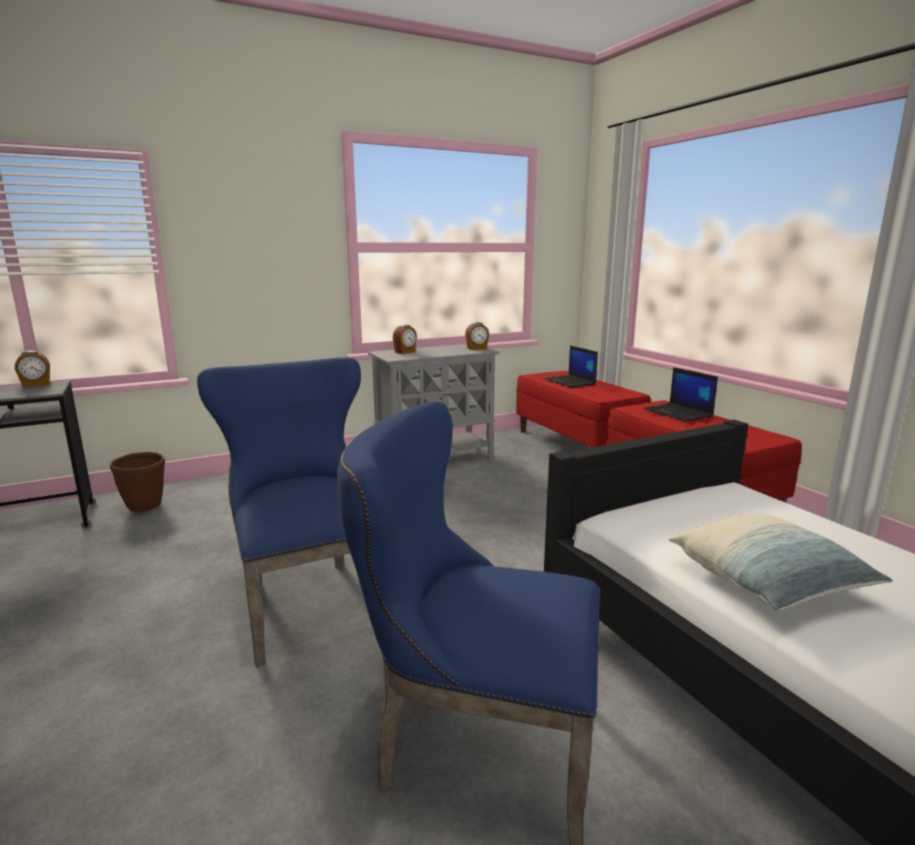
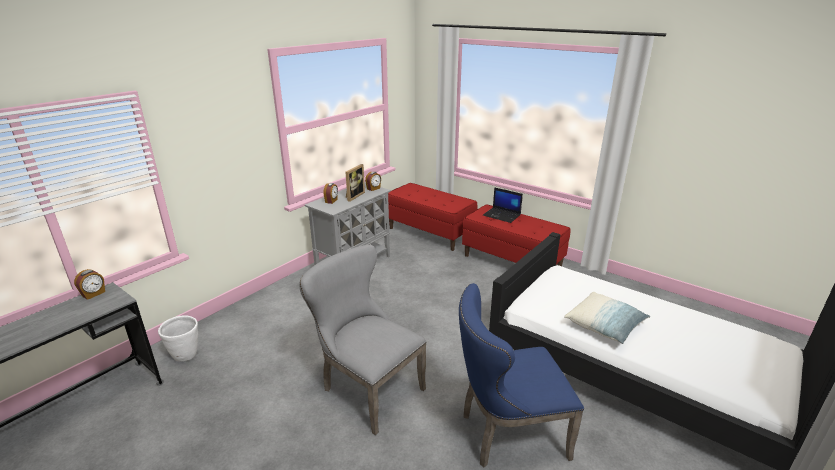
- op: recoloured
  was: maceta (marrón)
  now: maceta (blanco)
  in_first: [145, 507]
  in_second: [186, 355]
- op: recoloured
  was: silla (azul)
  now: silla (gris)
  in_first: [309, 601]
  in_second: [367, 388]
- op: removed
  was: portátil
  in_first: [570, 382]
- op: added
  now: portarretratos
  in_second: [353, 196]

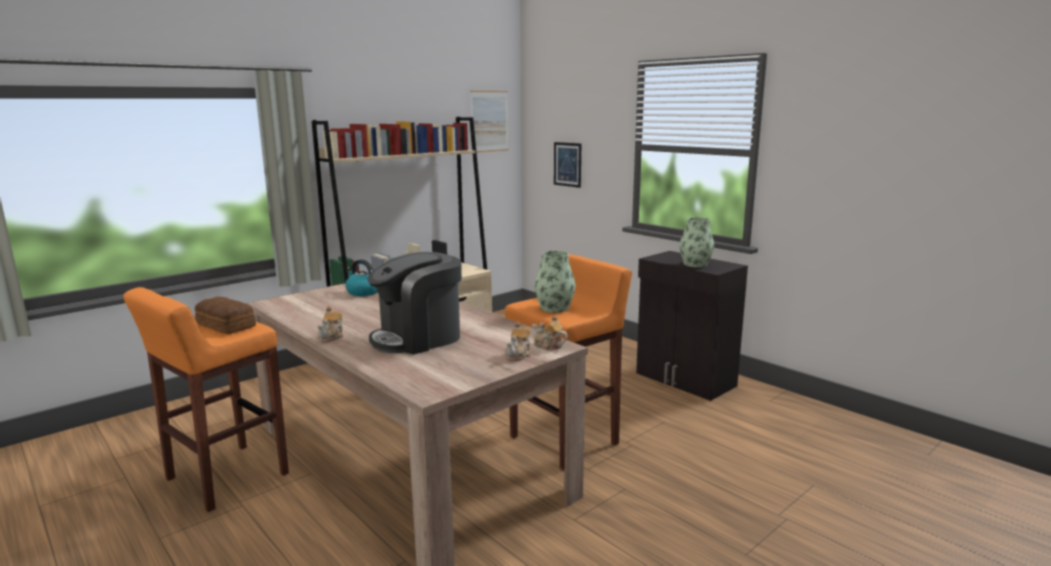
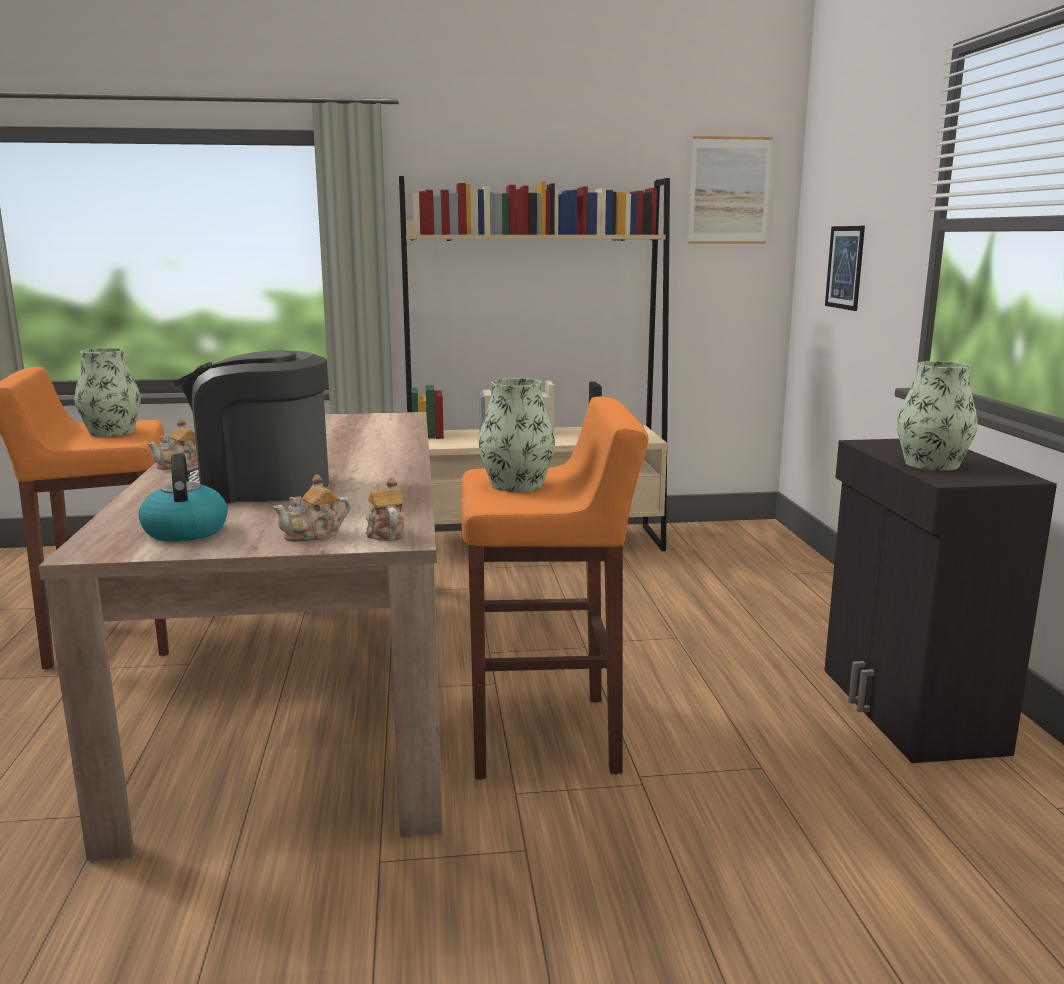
- op: replaced
  was: pan
  now: florero
  in_first: [225, 326]
  in_second: [112, 432]
- op: moved
  was: hervidor
  in_first: [363, 292]
  in_second: [185, 531]

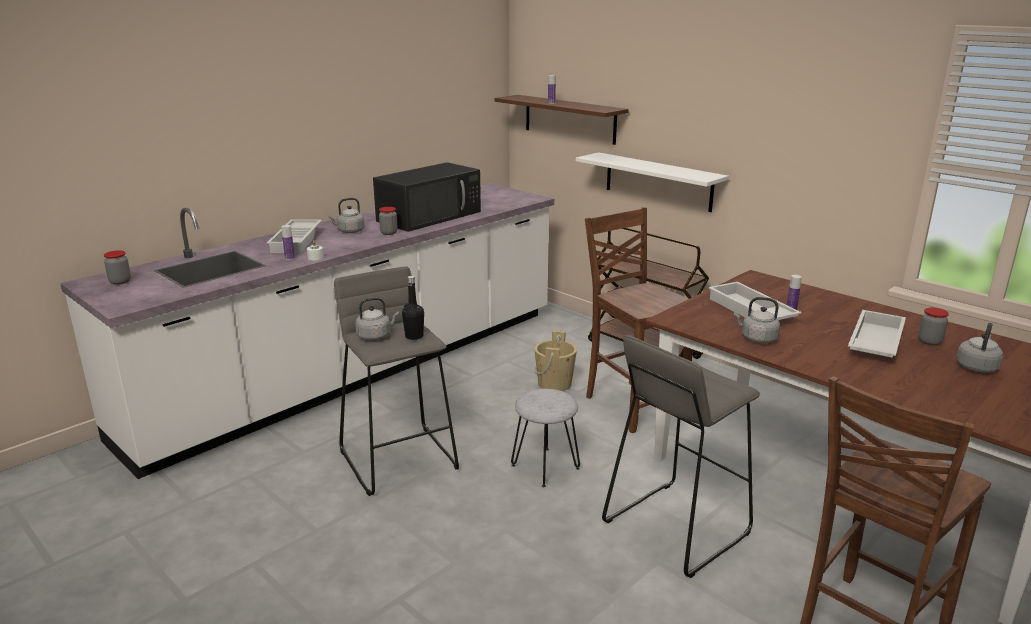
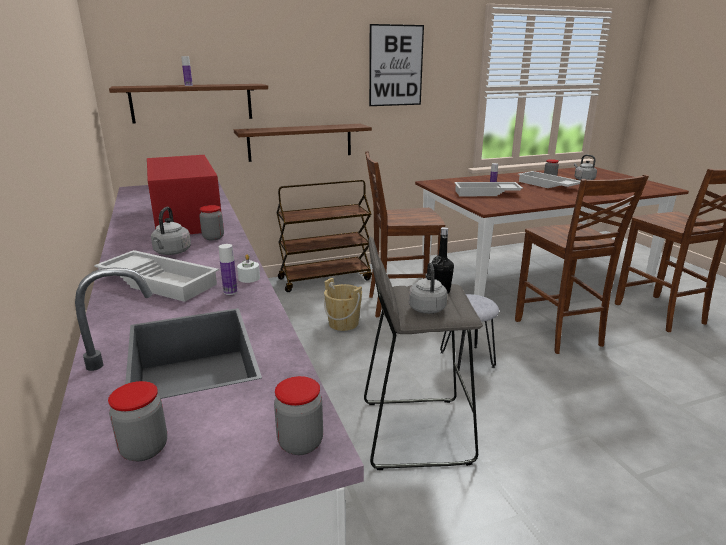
- op: recoloured
  was: microondas (negro)
  now: microondas (rojo)
  in_first: [430, 216]
  in_second: [185, 217]
- op: recoloured
  was: estante (blanco)
  now: estante (marrón)
  in_first: [658, 181]
  in_second: [300, 142]
- op: replaced
  was: taburete (gris)
  now: silla (marrón)
  in_first: [675, 527]
  in_second: [559, 333]
- op: removed
  was: hervidor (gris)
  in_first: [756, 338]
- op: added
  now: tarro
  in_second: [300, 443]
- op: added
  now: cuadro
  in_second: [396, 66]

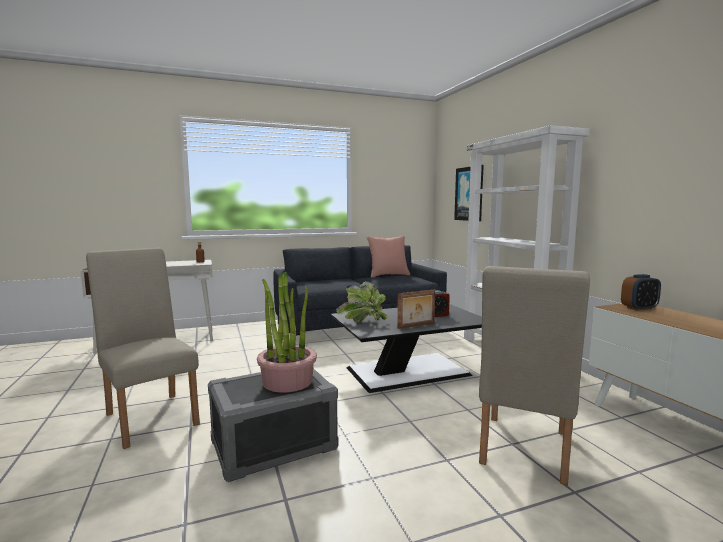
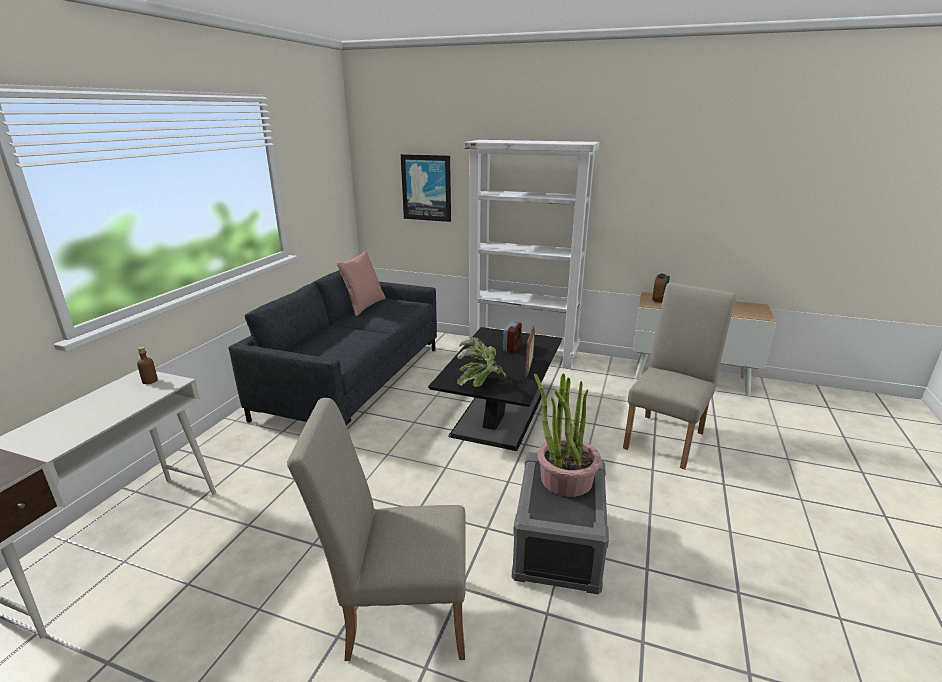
- op: turned
  was: silla (beis)
  in_first: [522, 452]
  in_second: [667, 437]
  clockwise: -120

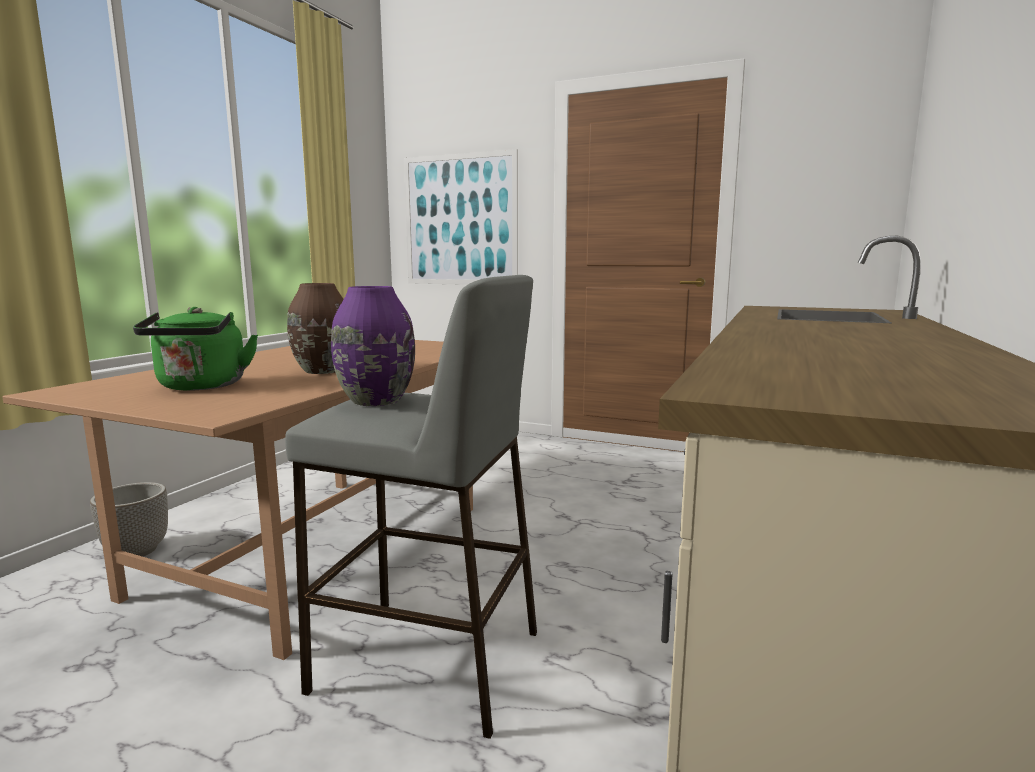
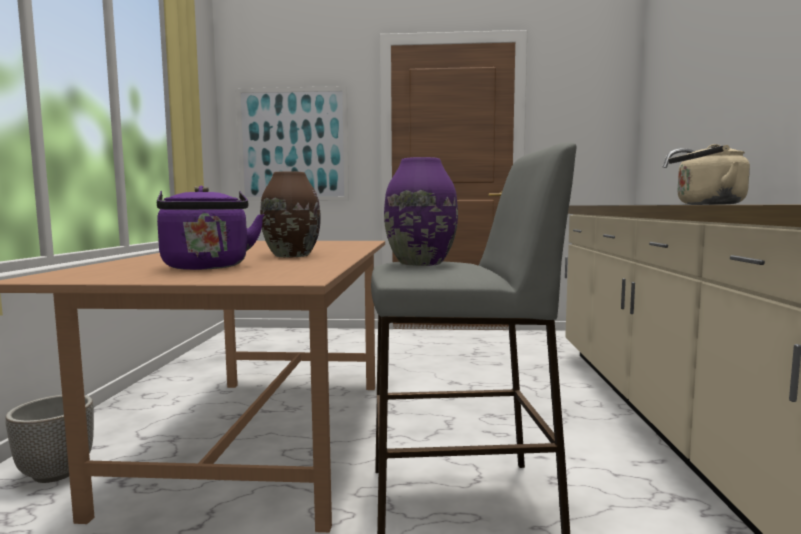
- op: recoloured
  was: hervidor (verde)
  now: hervidor (morado)
  in_first: [201, 387]
  in_second: [207, 267]
- op: added
  now: hervidor (beis)
  in_second: [706, 204]

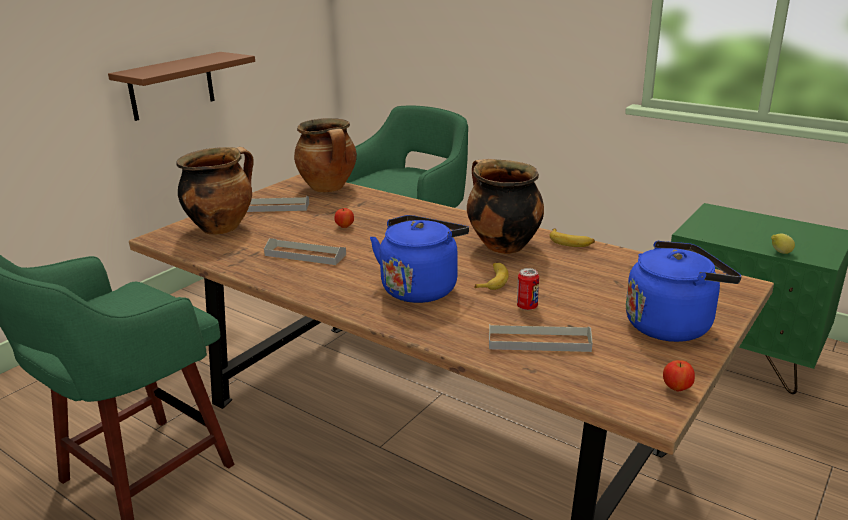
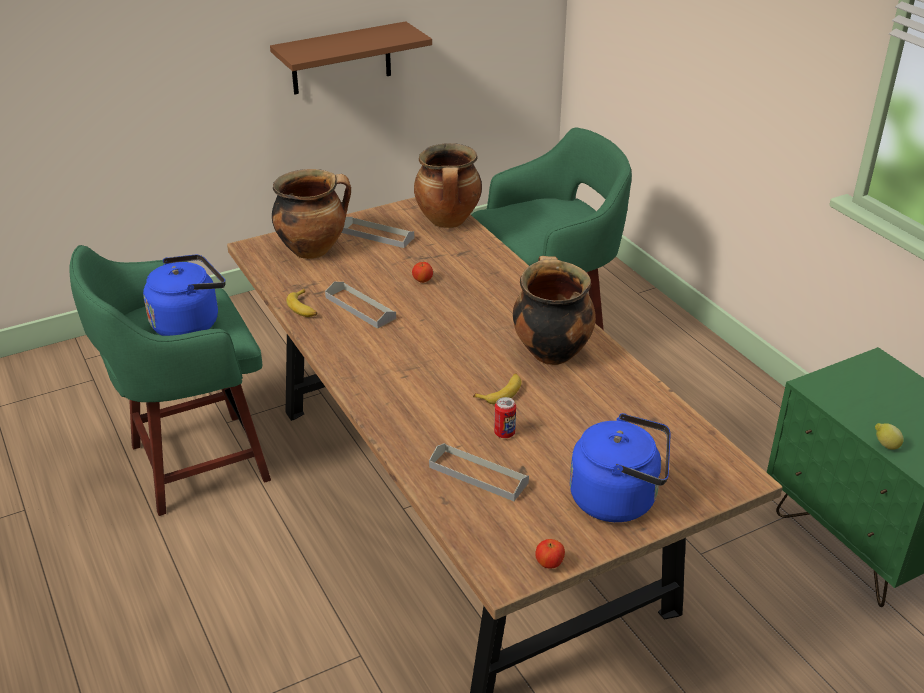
- op: moved
  was: hervidor (azul)
  in_first: [421, 287]
  in_second: [189, 323]
- op: moved
  was: plátano
  in_first: [571, 242]
  in_second: [304, 308]

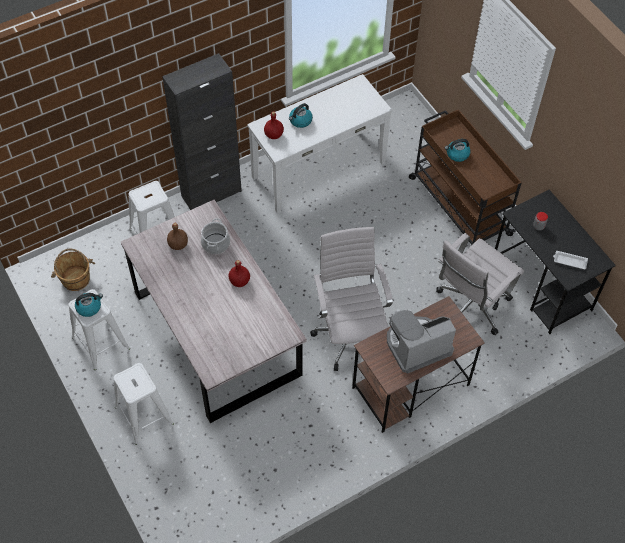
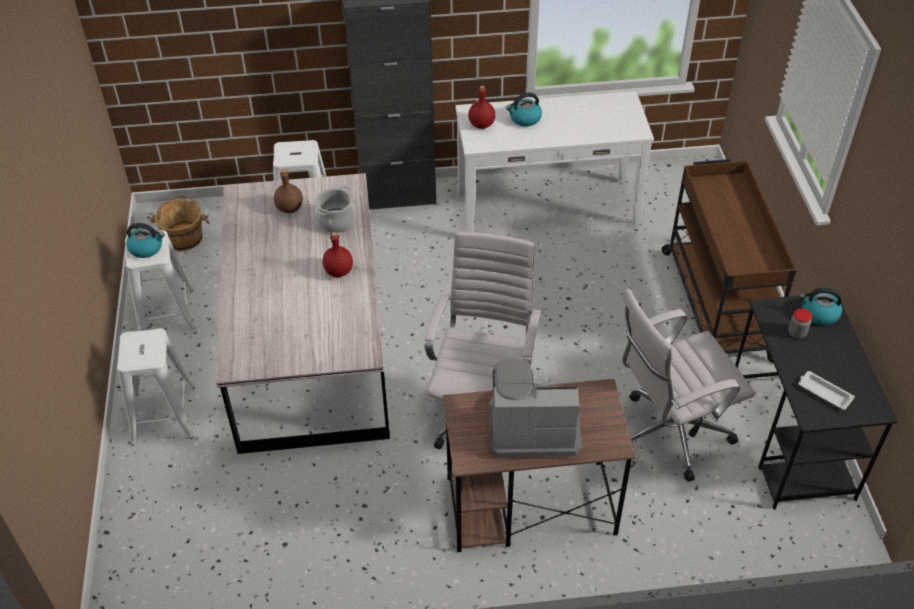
- op: moved
  was: hervidor
  in_first: [457, 154]
  in_second: [819, 314]

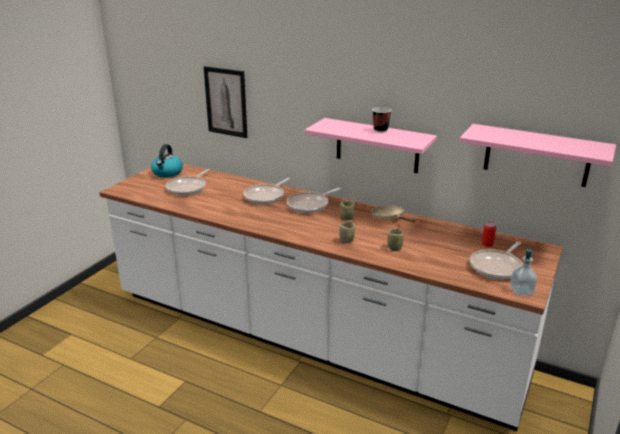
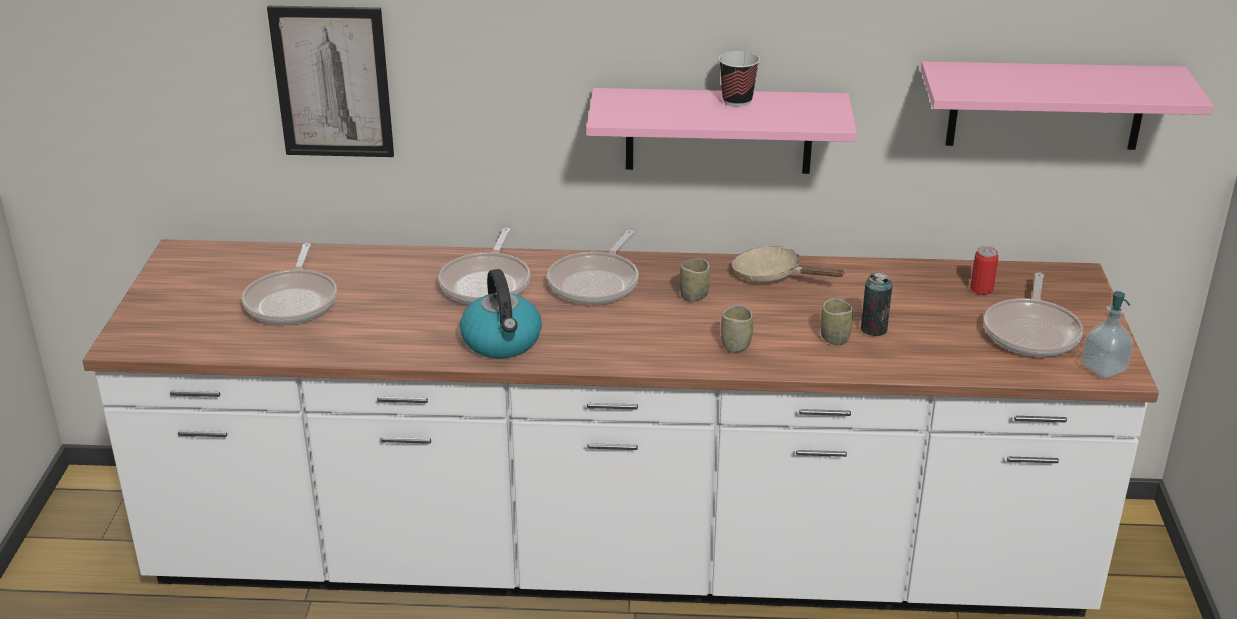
- op: moved
  was: hervidor
  in_first: [167, 173]
  in_second: [502, 342]
- op: added
  now: lata
  in_second: [873, 329]

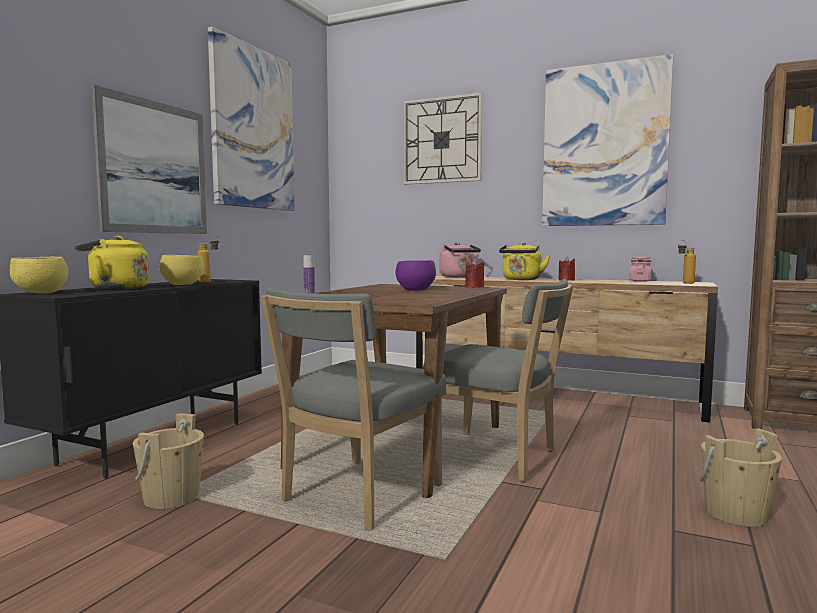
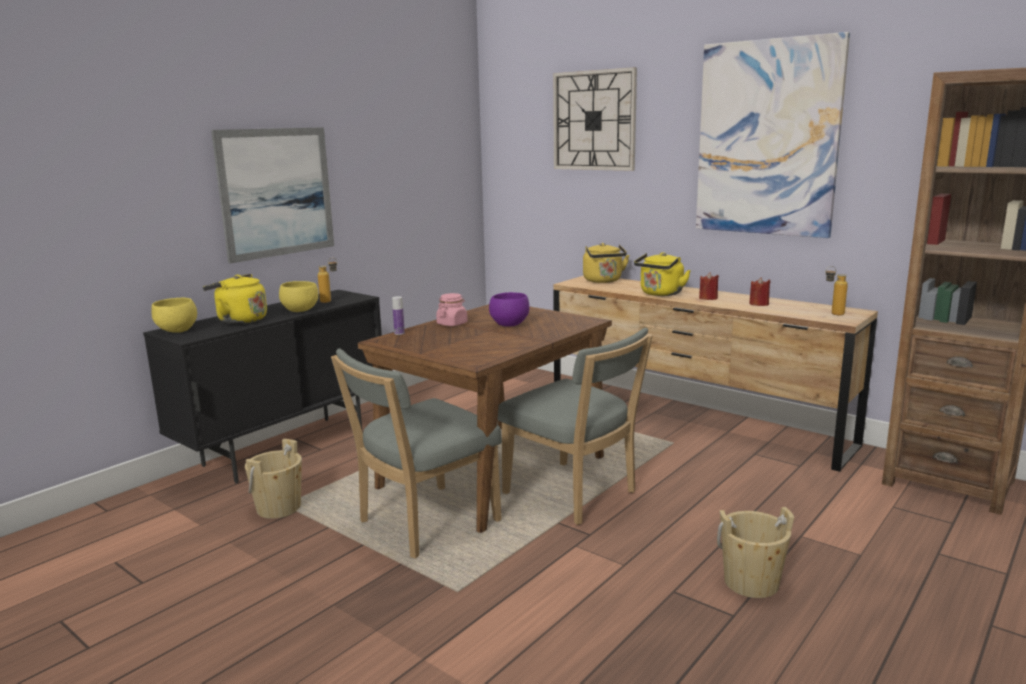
- op: removed
  was: cuadro
  in_first: [253, 128]
- op: recoloured
  was: hervidor (rosa)
  now: hervidor (amarillo)
  in_first: [458, 277]
  in_second: [603, 281]
- op: moved
  was: vela (rojo)
  in_first: [474, 287]
  in_second: [759, 304]
- op: moved
  was: tarro (rosa)
  in_first: [640, 281]
  in_second: [452, 324]

